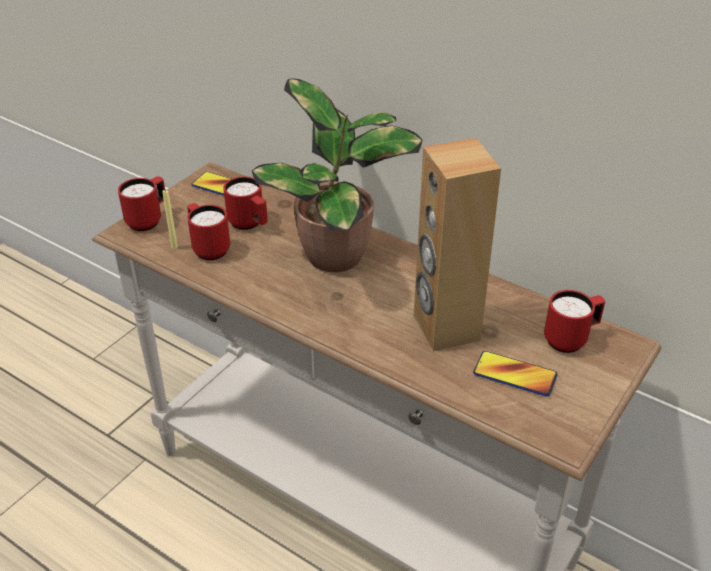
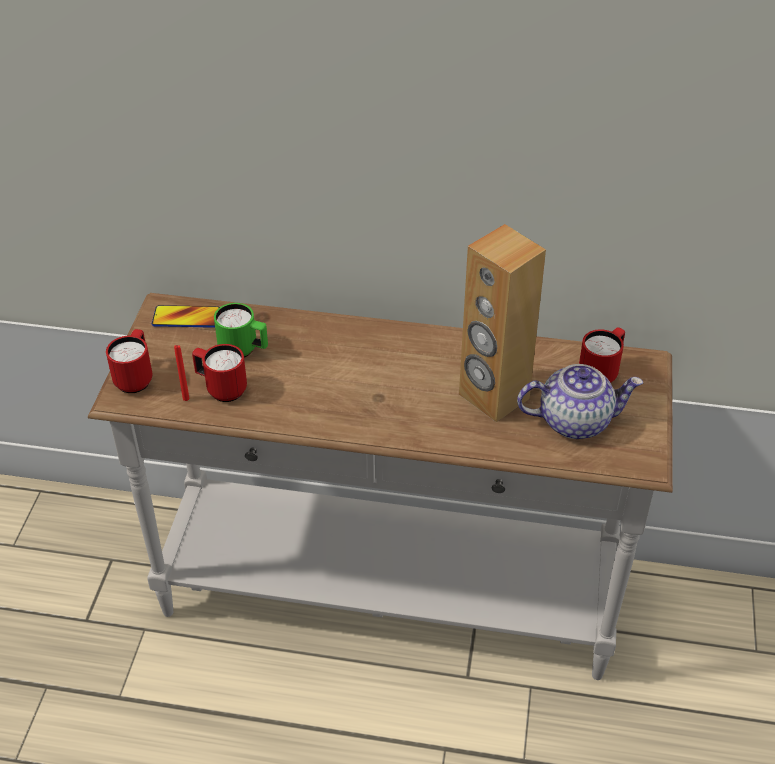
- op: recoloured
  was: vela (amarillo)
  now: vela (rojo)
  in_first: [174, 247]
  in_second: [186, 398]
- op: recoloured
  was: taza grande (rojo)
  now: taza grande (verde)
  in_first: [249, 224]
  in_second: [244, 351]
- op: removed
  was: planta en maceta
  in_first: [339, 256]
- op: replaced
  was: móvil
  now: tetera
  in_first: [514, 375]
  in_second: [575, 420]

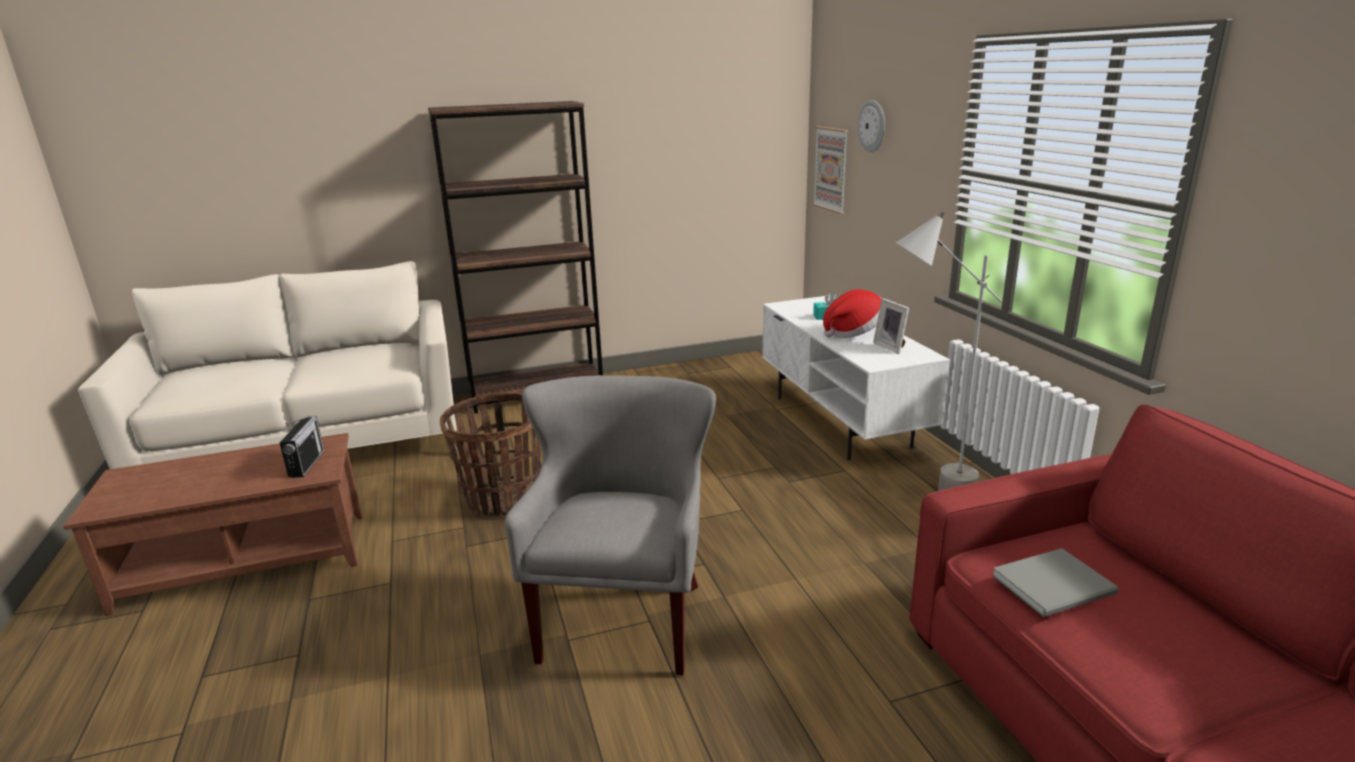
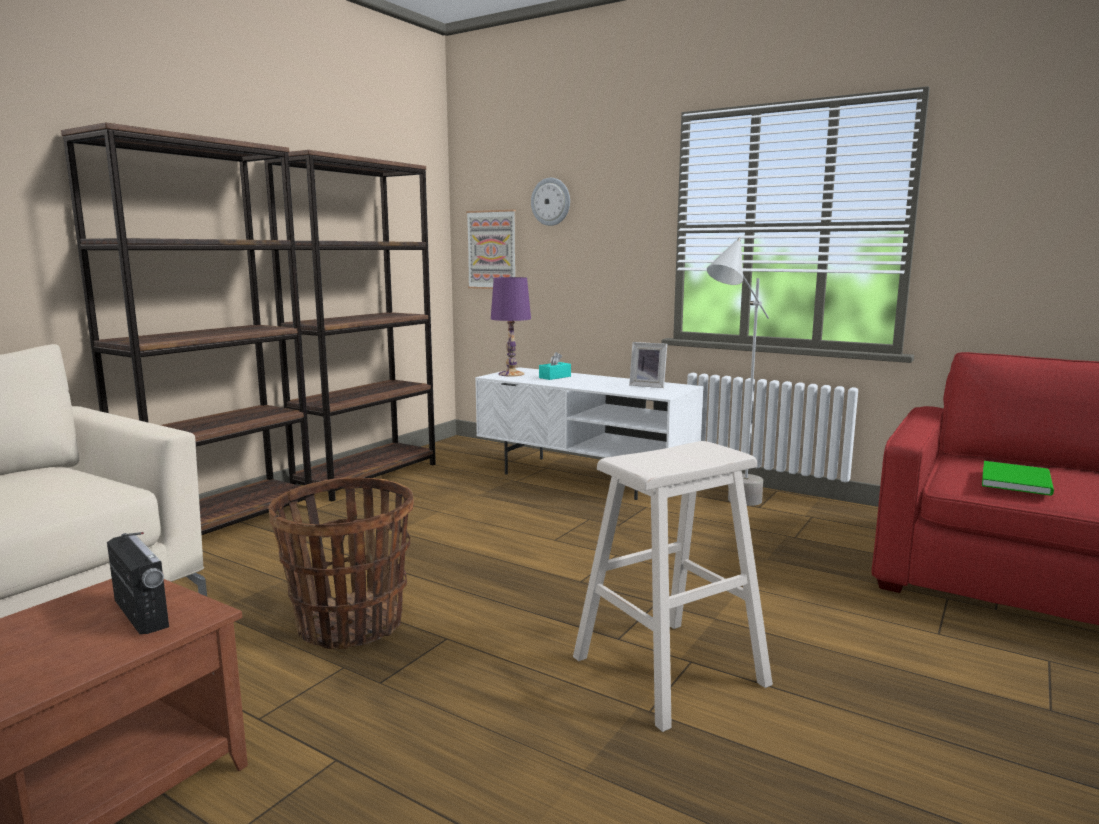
- op: replaced
  was: sillón (gris)
  now: taburete (beis)
  in_first: [625, 619]
  in_second: [669, 670]
- op: removed
  was: sombrero
  in_first: [854, 332]
- op: recoloured
  was: libro (gris)
  now: libro (verde)
  in_first: [1057, 585]
  in_second: [1018, 480]
- op: added
  now: estantería (marrón)
  in_second: [367, 476]
- op: added
  now: lámpara de mesa (morado)
  in_second: [511, 374]

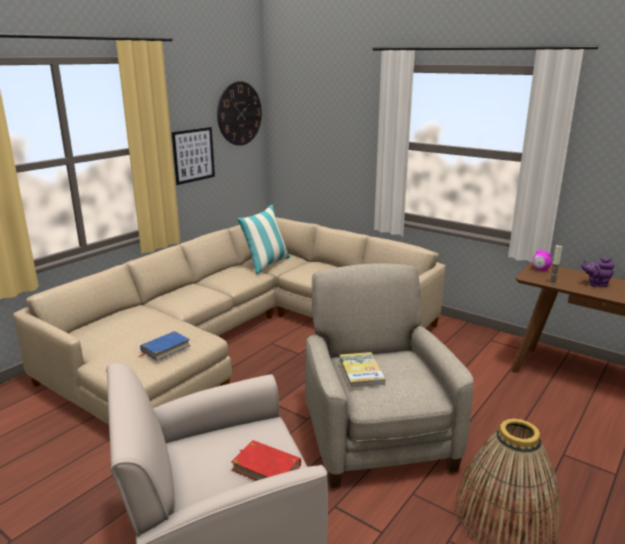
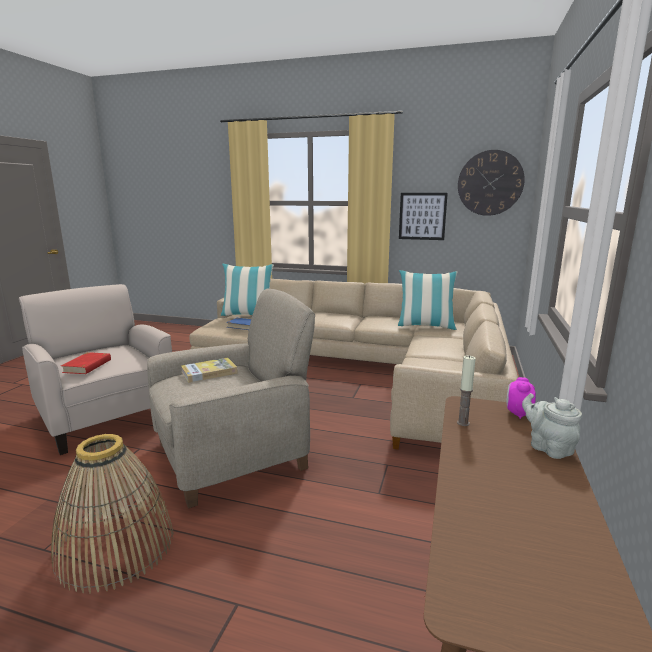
- op: removed
  was: tetera (morado)
  in_first: [596, 284]
- op: added
  now: cojín
  in_second: [248, 315]
- op: added
  now: tetera (gris)
  in_second: [548, 447]

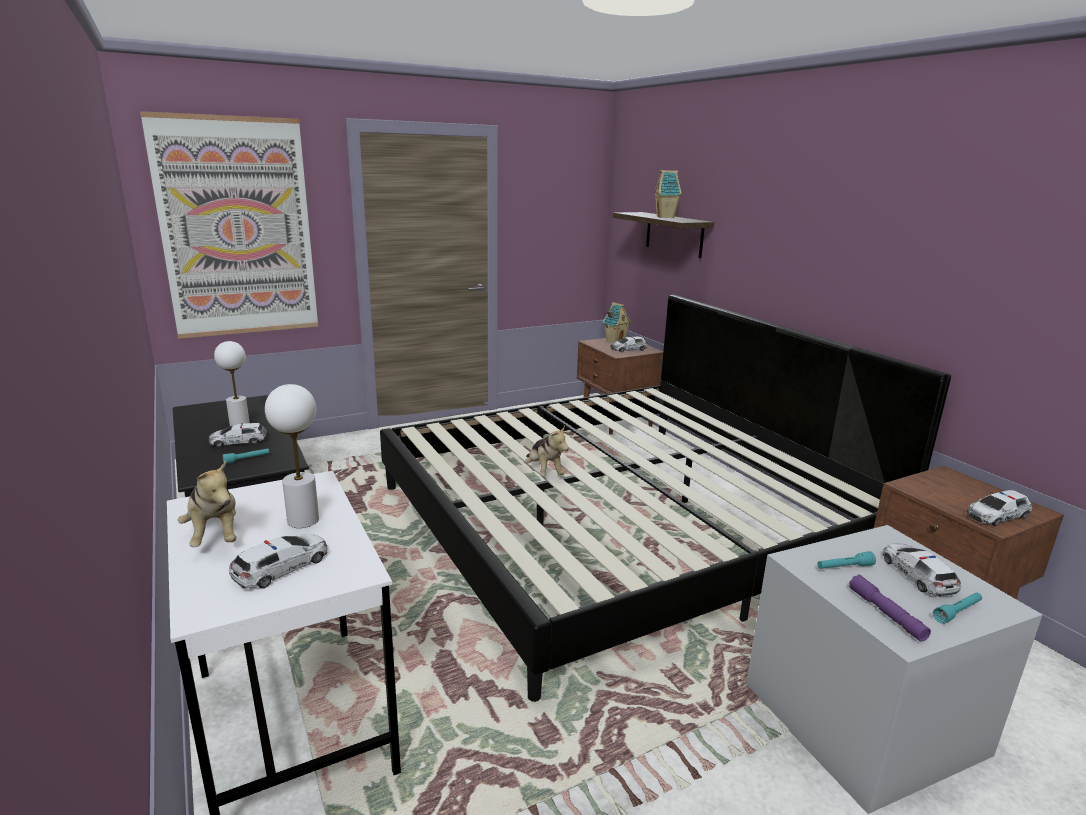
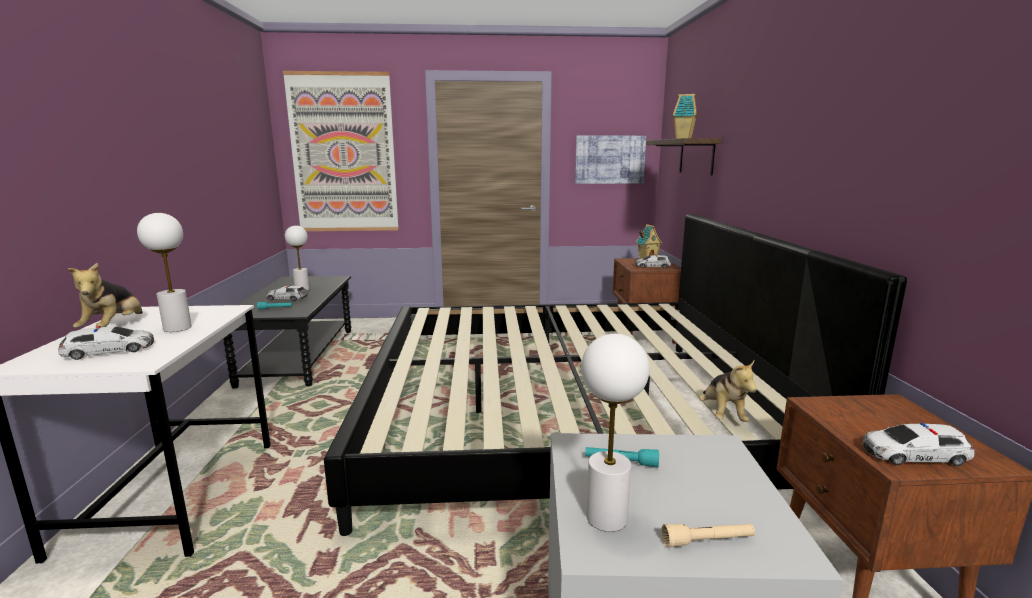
- op: moved
  was: peluche
  in_first: [544, 472]
  in_second: [722, 414]
- op: replaced
  was: linterna (morado)
  now: lámpara de mesa (blanco)
  in_first: [886, 614]
  in_second: [606, 518]
- op: removed
  was: coche de juguete
  in_first: [917, 575]
- op: recoloured
  was: linterna (turquesa)
  now: linterna (beis)
  in_first: [957, 612]
  in_second: [707, 541]
- op: added
  now: cuadro
  in_second: [609, 159]

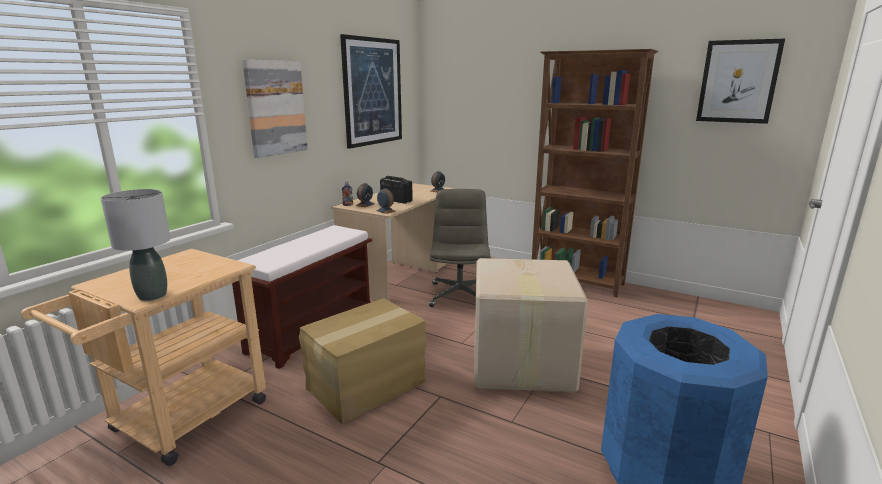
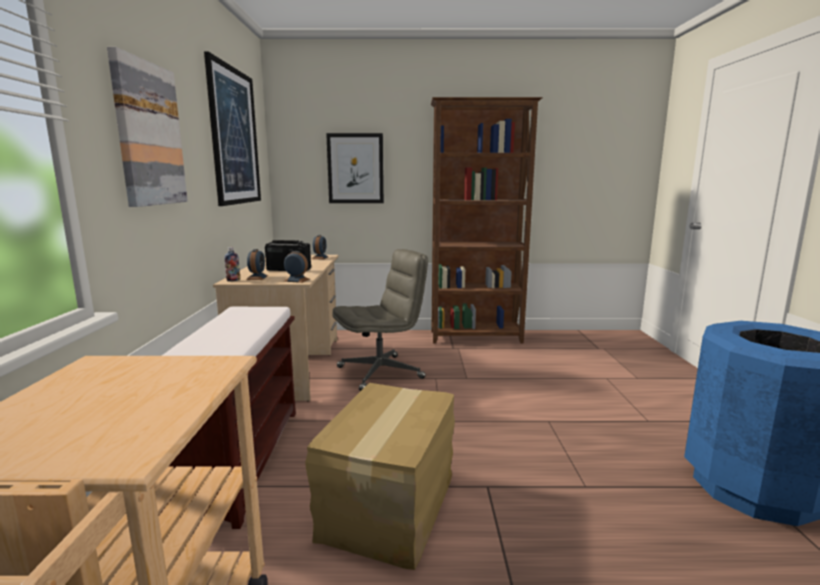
- op: removed
  was: lámpara de mesa (gris)
  in_first: [153, 295]
- op: turned
  was: silla de oficina (gris)
  in_first: [459, 295]
  in_second: [381, 372]
  clockwise: 90
- op: removed
  was: caja de cartón
  in_first: [520, 364]
- op: moved
  was: cuadro
  in_first: [738, 81]
  in_second: [355, 168]

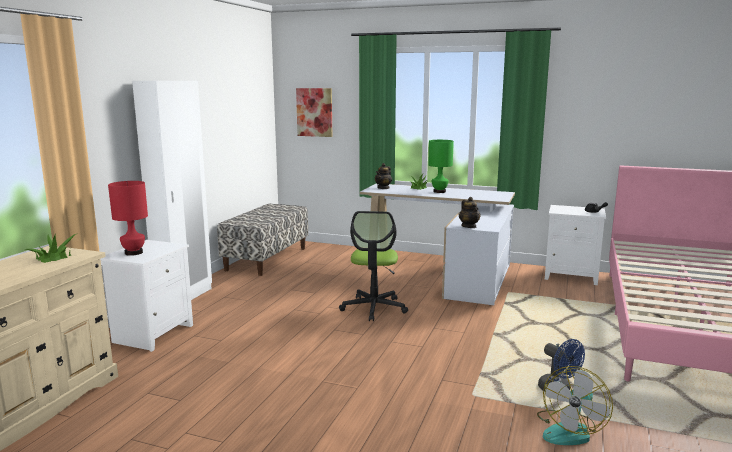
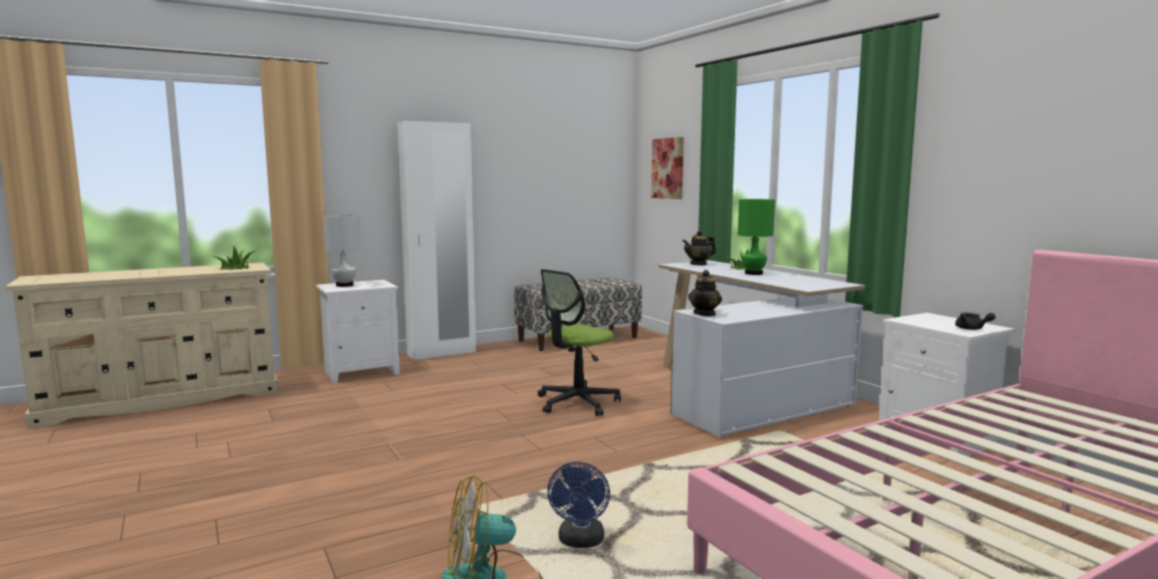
- op: recoloured
  was: lámpara de mesa (rojo)
  now: lámpara de mesa (blanco)
  in_first: [134, 253]
  in_second: [344, 285]

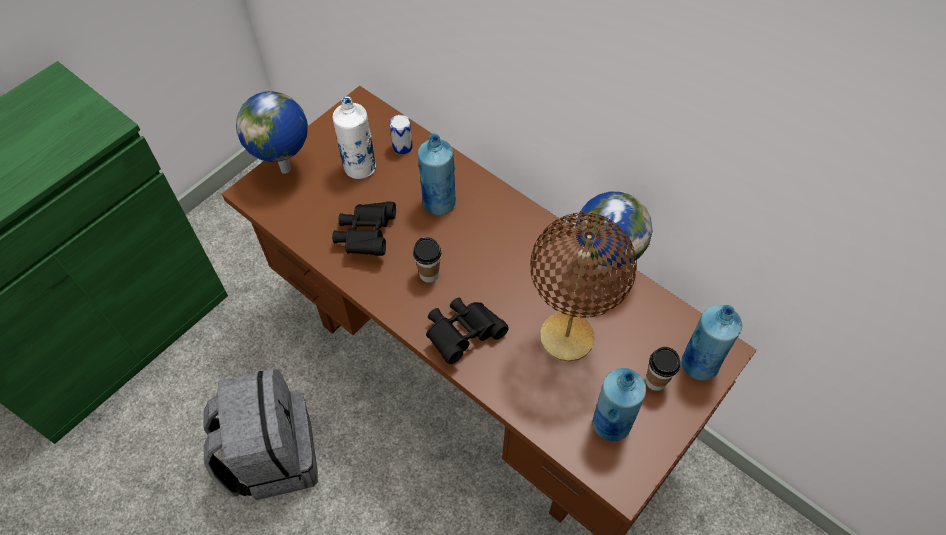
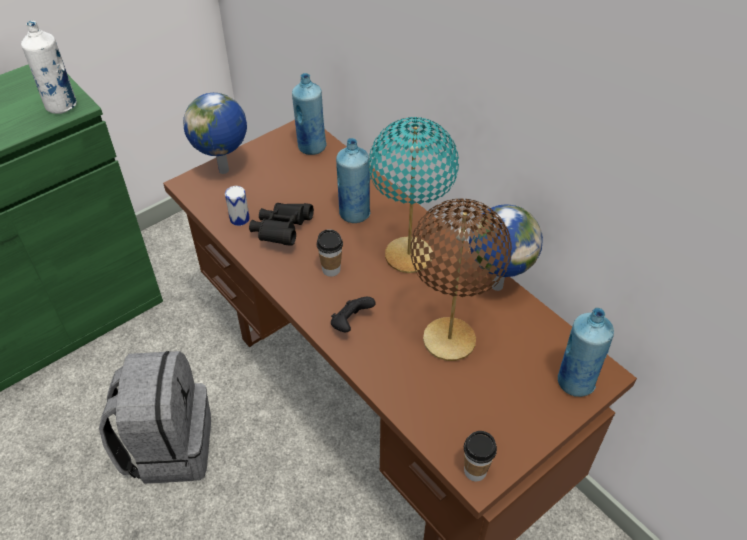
- op: moved
  was: botella (blanco)
  in_first: [359, 167]
  in_second: [61, 105]
- op: moved
  was: lata
  in_first: [402, 147]
  in_second: [239, 219]
- op: replaced
  was: prismáticos (negro)
  now: mando de consola (negro)
  in_first: [463, 334]
  in_second: [351, 323]
- op: moved
  was: botella (azul)
  in_first: [610, 423]
  in_second: [311, 147]
- op: moved
  was: taza
  in_first: [655, 381]
  in_second: [475, 471]
- op: added
  now: lámpara de mesa (turquesa)
  in_second: [409, 256]

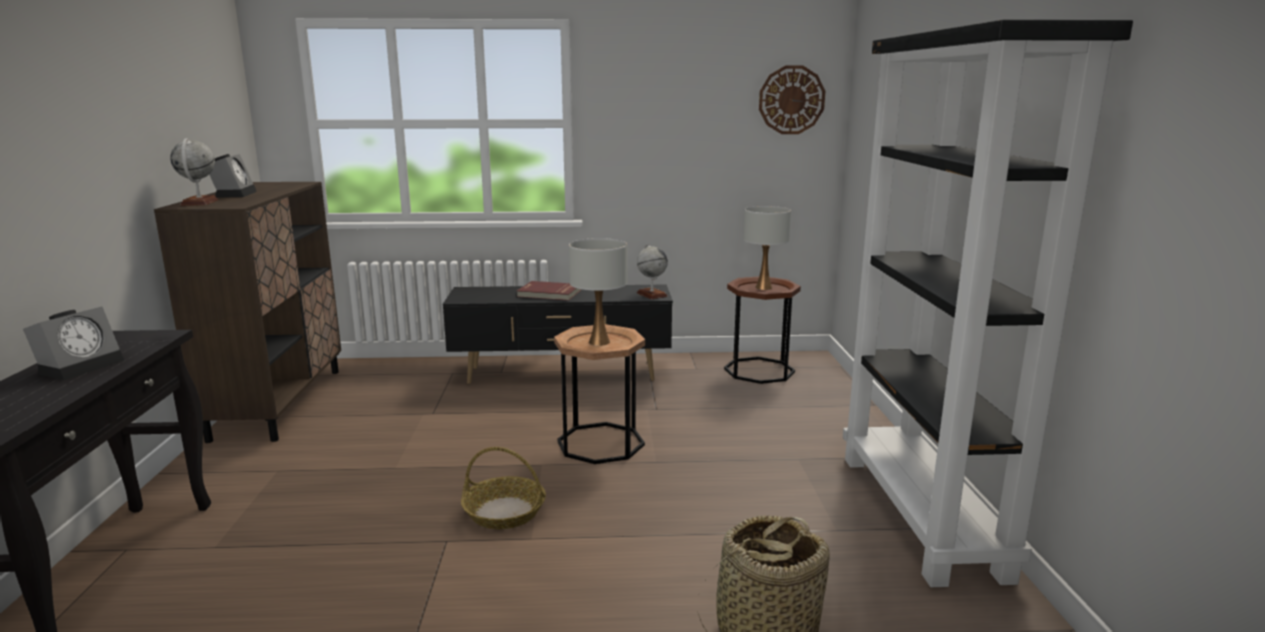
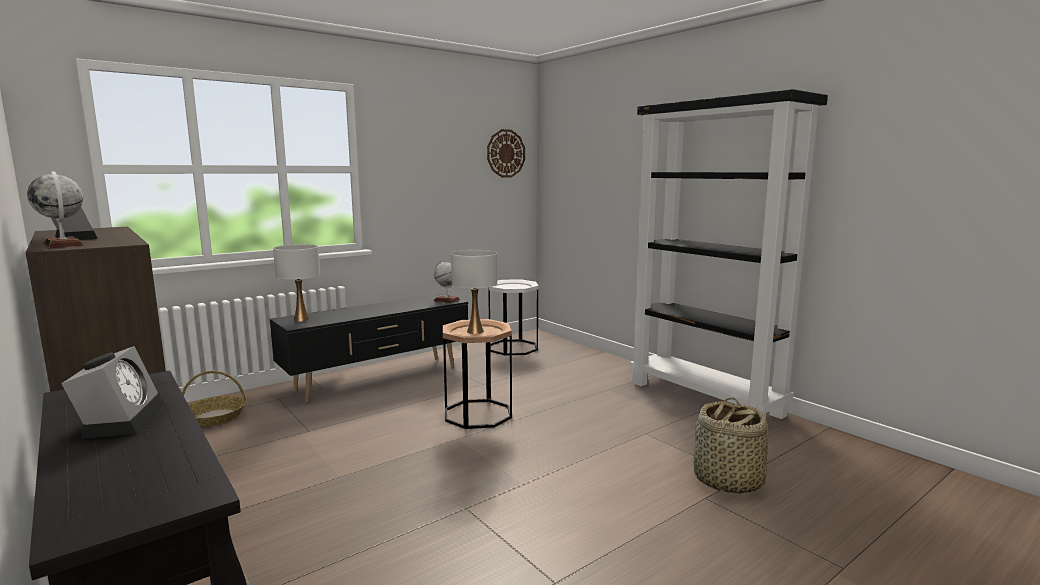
- op: moved
  was: cesta
  in_first: [504, 512]
  in_second: [214, 417]
- op: removed
  was: libro (rojo)
  in_first: [549, 293]
- op: recoloured
  was: mesa auxiliar (marrón)
  now: mesa auxiliar (blanco)
  in_first: [759, 370]
  in_second: [513, 347]
- op: moved
  was: lámpara de mesa (blanco)
  in_first: [764, 287]
  in_second: [301, 319]

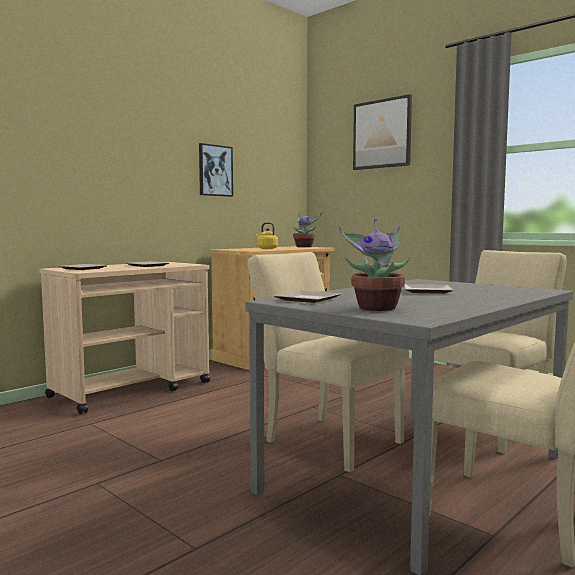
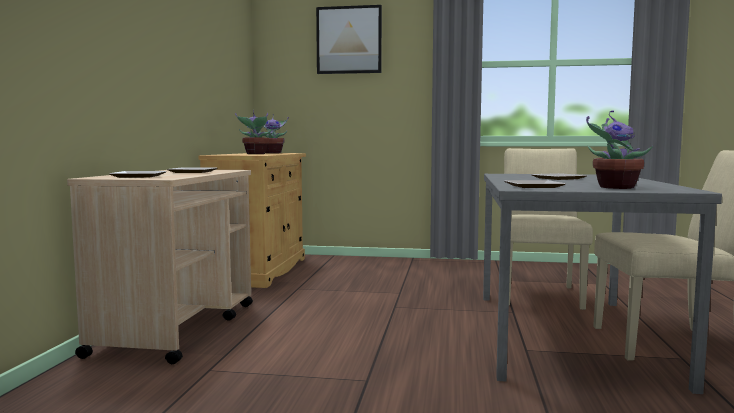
- op: removed
  was: cuadro
  in_first: [215, 170]
- op: removed
  was: silla (beis)
  in_first: [325, 439]
- op: replaced
  was: hervidor (amarillo)
  now: planta en maceta
  in_first: [266, 248]
  in_second: [255, 154]

